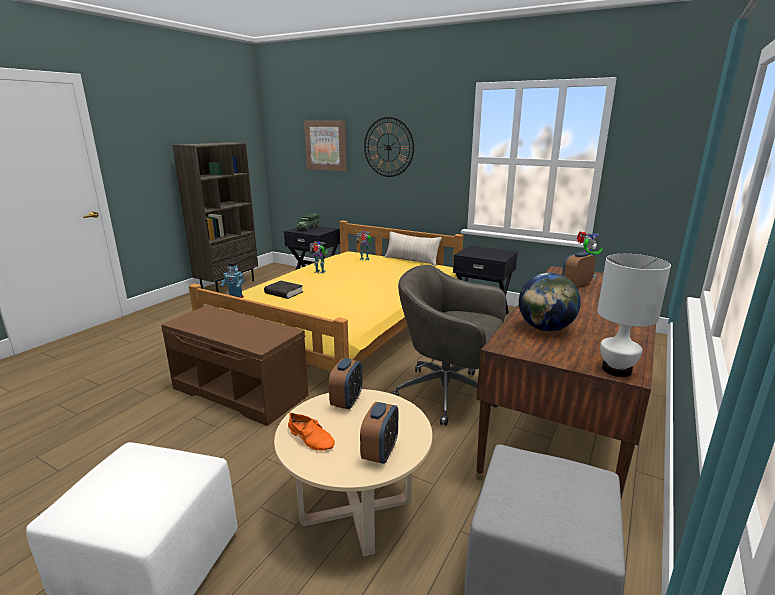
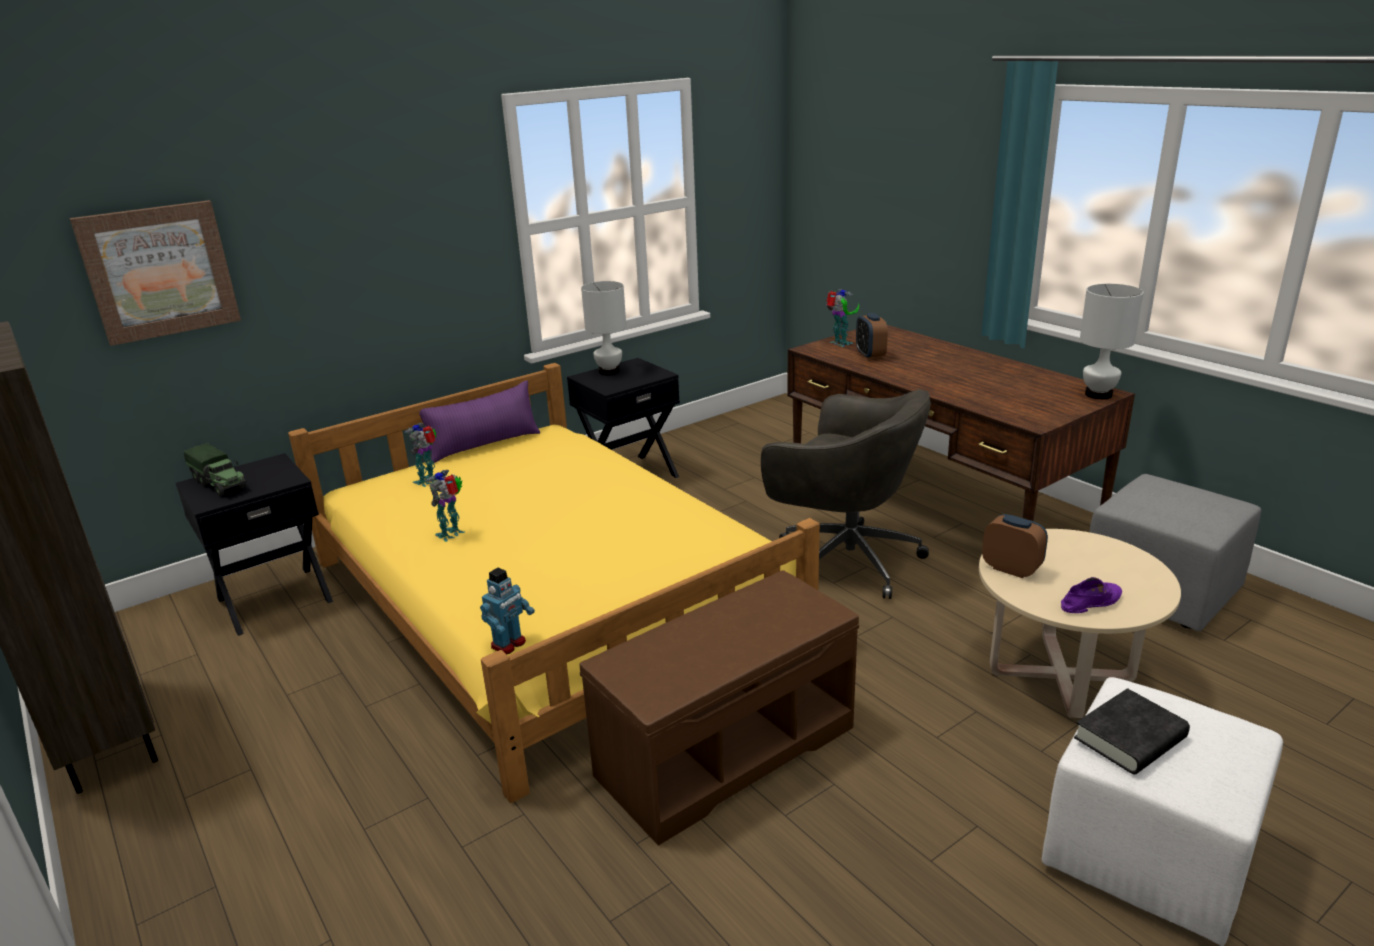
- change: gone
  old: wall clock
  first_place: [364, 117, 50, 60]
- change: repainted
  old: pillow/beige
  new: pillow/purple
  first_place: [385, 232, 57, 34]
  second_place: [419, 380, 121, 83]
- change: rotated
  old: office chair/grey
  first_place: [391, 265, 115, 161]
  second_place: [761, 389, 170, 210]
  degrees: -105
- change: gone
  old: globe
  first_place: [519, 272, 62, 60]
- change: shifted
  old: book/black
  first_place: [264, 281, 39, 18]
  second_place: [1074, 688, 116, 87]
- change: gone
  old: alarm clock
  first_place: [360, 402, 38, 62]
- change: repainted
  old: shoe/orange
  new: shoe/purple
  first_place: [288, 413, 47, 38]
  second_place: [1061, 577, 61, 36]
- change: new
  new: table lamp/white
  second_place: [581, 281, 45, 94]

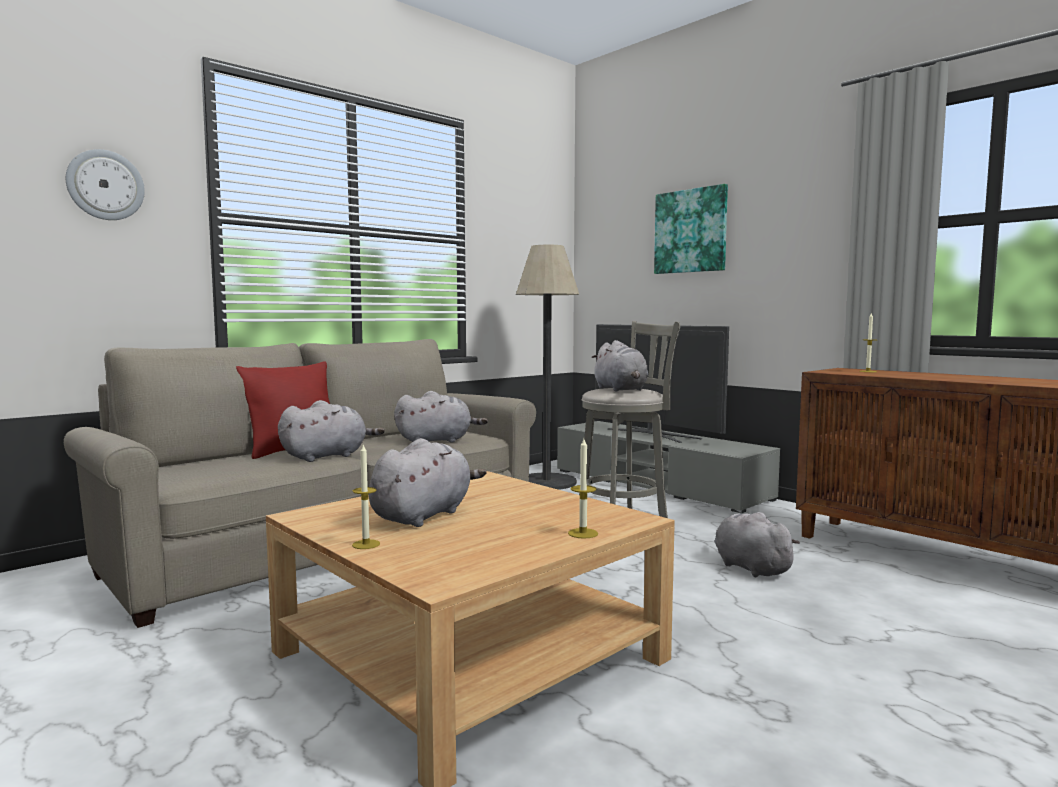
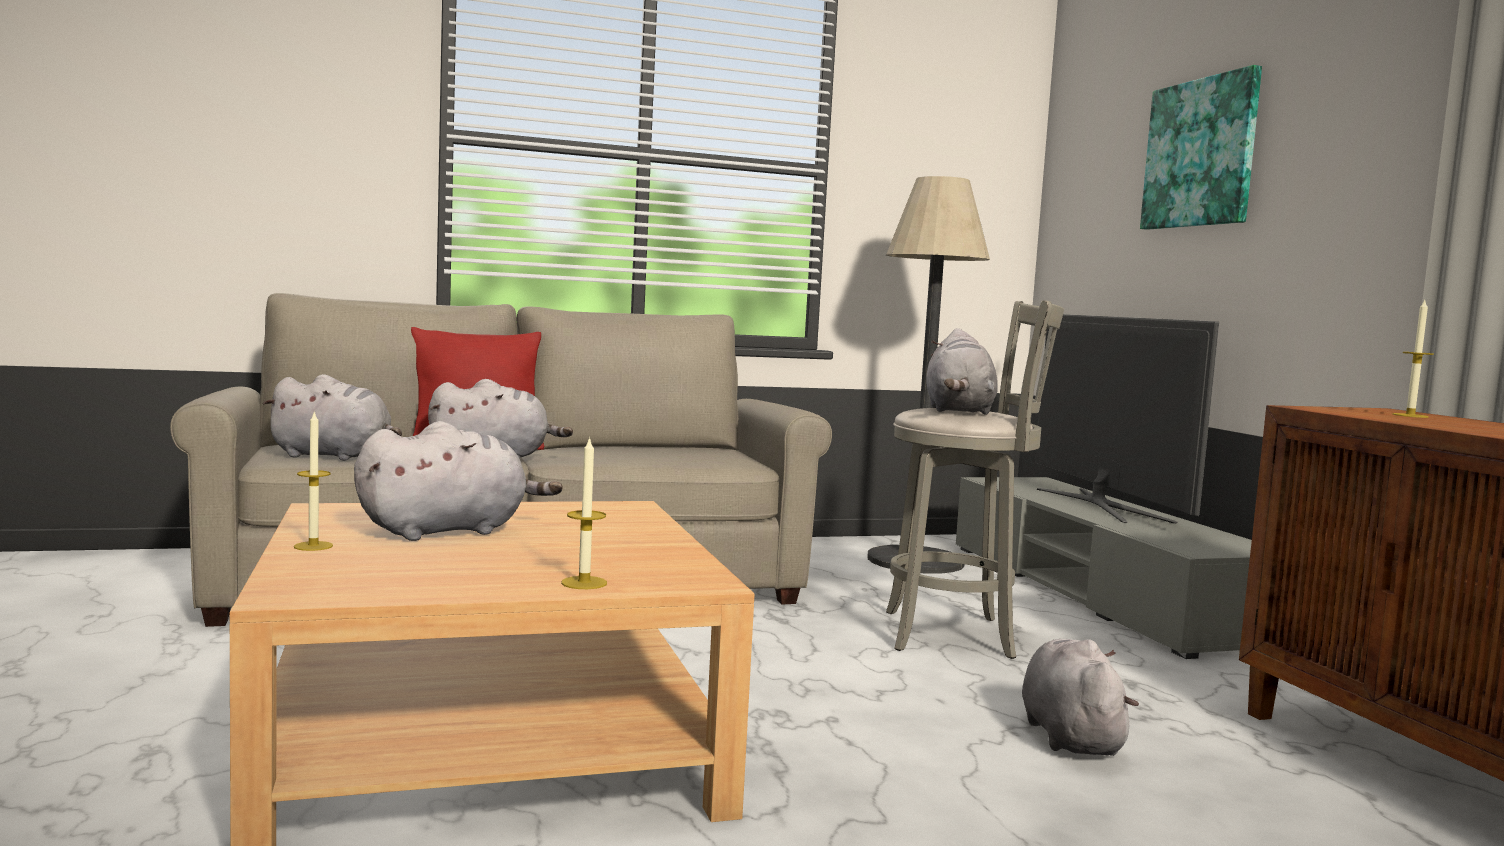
- change: gone
  old: wall clock
  first_place: [66, 149, 79, 71]
- change: shifted
  old: plush toy/grey
  first_place: [394, 391, 94, 51]
  second_place: [263, 374, 139, 87]

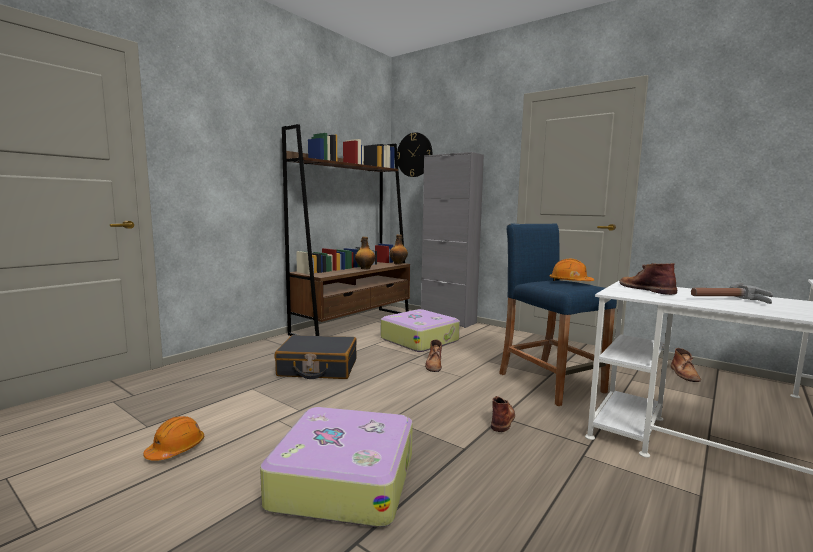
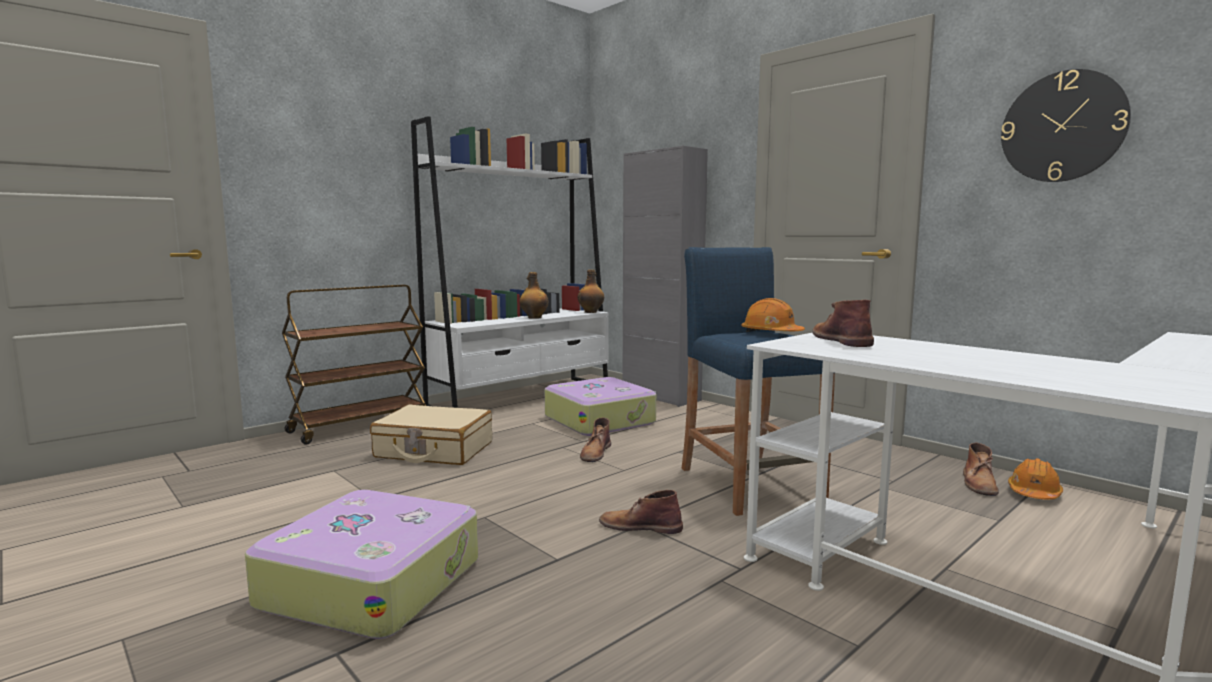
- change: repainted
  old: bookcase/brown
  new: bookcase/white
  first_place: [282, 124, 128, 212]
  second_place: [411, 116, 198, 292]
- change: shifted
  old: wall clock
  first_place: [397, 132, 35, 45]
  second_place: [1001, 69, 130, 113]
- change: gone
  old: hammer
  first_place: [691, 282, 82, 22]
- change: repainted
  old: suitcase/black
  new: suitcase/beige
  first_place: [274, 335, 83, 44]
  second_place: [370, 404, 122, 61]
- change: rotated
  old: boot/brown
  first_place: [491, 396, 24, 36]
  second_place: [599, 490, 84, 44]
  degrees: -105
- change: shifted
  old: hard hat/orange
  first_place: [143, 416, 61, 45]
  second_place: [1008, 458, 55, 42]
- change: new
  new: cart/brown
  second_place: [282, 285, 144, 160]

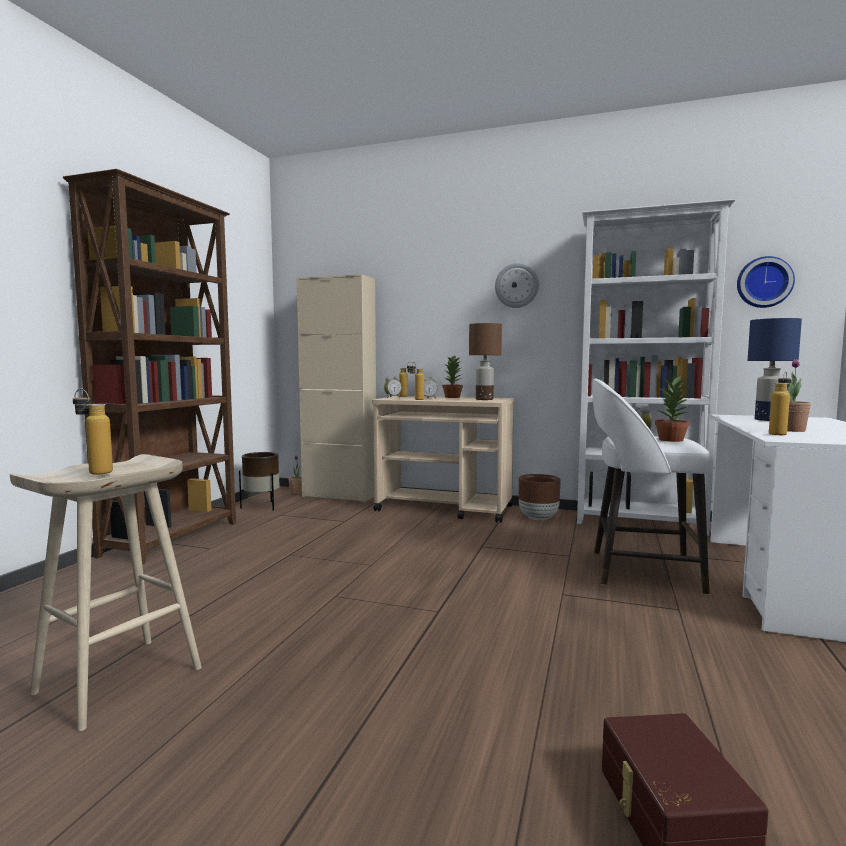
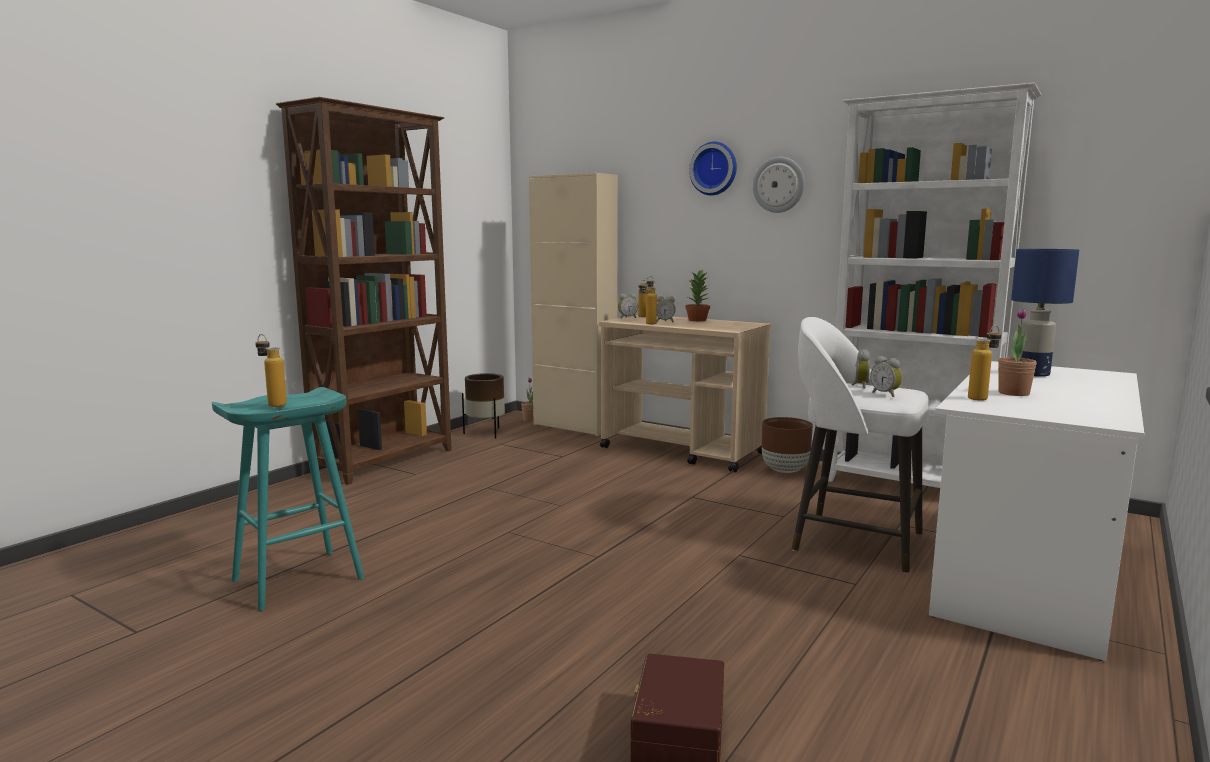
- change: shifted
  old: wall clock
  first_place: [737, 256, 58, 52]
  second_place: [689, 142, 48, 54]
- change: gone
  old: table lamp/brown
  first_place: [469, 323, 33, 77]
- change: swapped
  old: potted plant
  new: alarm clock
  first_place: [655, 376, 35, 66]
  second_place: [870, 356, 32, 41]
- change: repainted
  old: stool/beige
  new: stool/turquoise
  first_place: [10, 454, 192, 277]
  second_place: [212, 387, 152, 224]

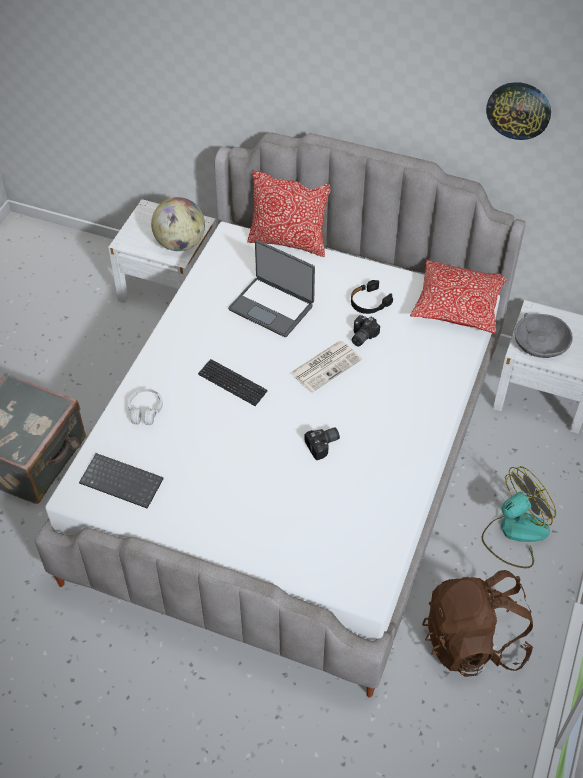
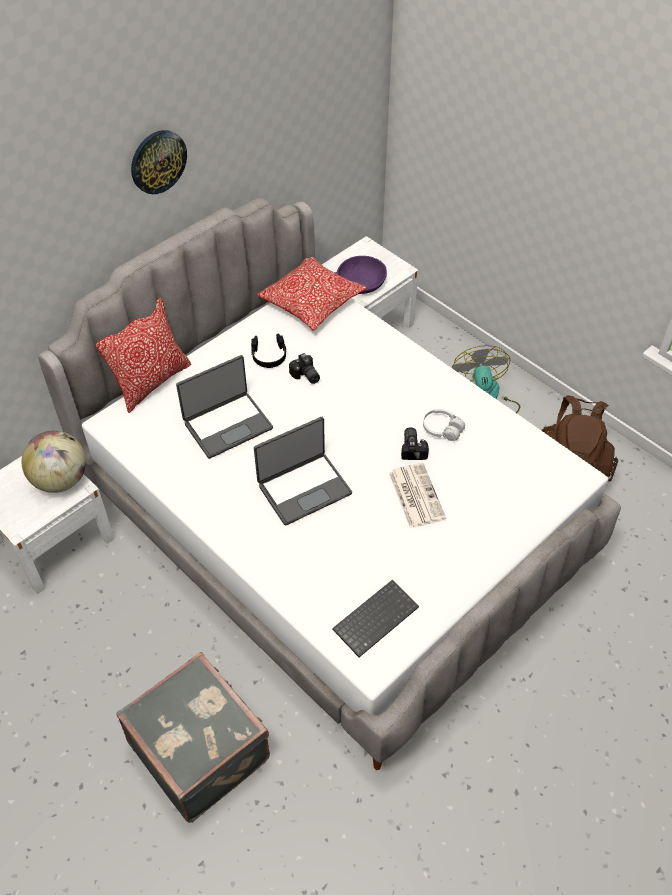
- change: shifted
  old: wall clock
  first_place: [486, 82, 65, 58]
  second_place: [131, 130, 56, 64]
- change: repainted
  old: bowl/grey
  new: bowl/purple
  first_place: [514, 313, 59, 45]
  second_place: [334, 256, 53, 38]
- change: shifted
  old: newspaper
  first_place: [290, 341, 72, 52]
  second_place: [389, 463, 57, 65]
- change: swapped
  old: keyboard
  new: laptop
  first_place: [198, 359, 70, 47]
  second_place: [254, 417, 98, 108]
- change: shifted
  old: headphones/white
  first_place: [128, 389, 35, 36]
  second_place: [423, 409, 42, 32]

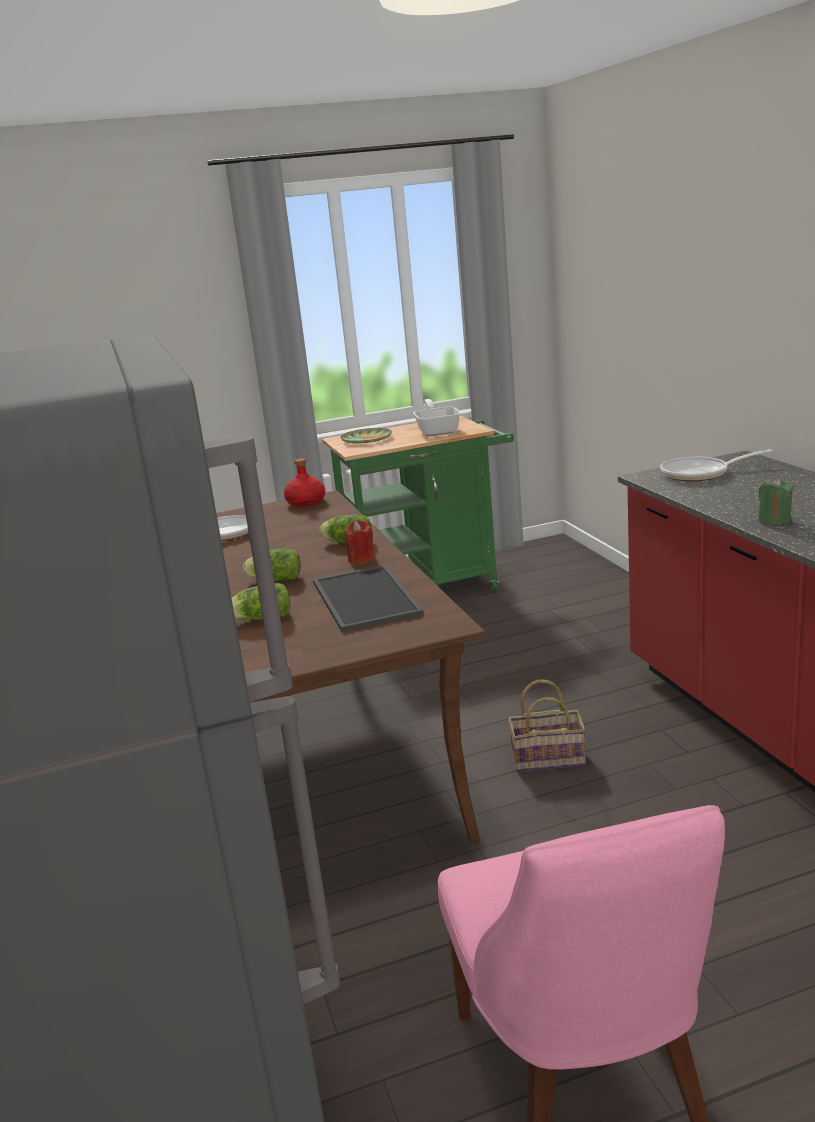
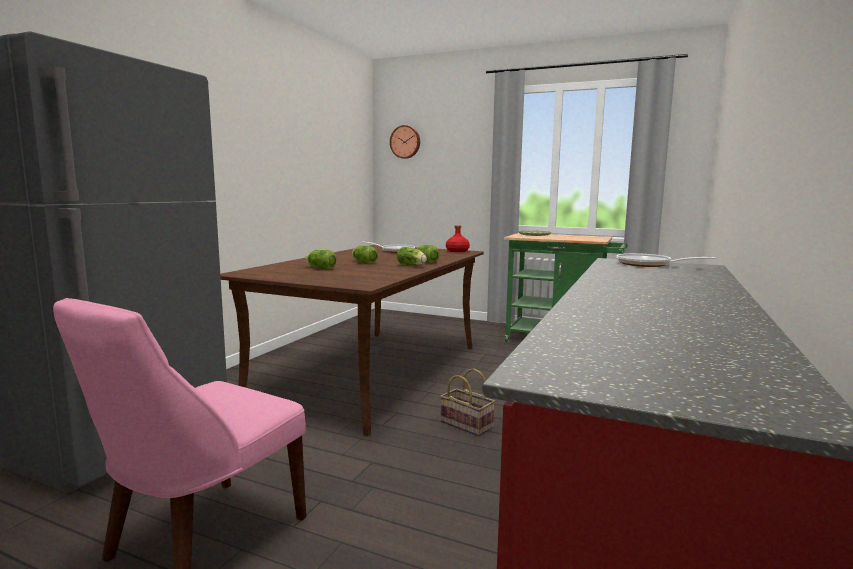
- change: gone
  old: frying pan
  first_place: [413, 399, 47, 37]
- change: gone
  old: candle/green
  first_place: [758, 478, 35, 48]
- change: swapped
  old: candle/red
  new: lettuce
  first_place: [344, 520, 31, 44]
  second_place: [397, 247, 30, 19]
- change: gone
  old: tray
  first_place: [313, 565, 110, 67]
- change: new
  new: wall clock
  second_place: [390, 125, 30, 34]

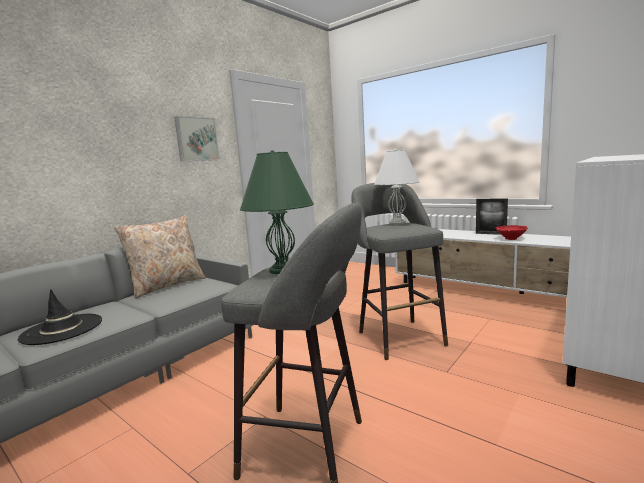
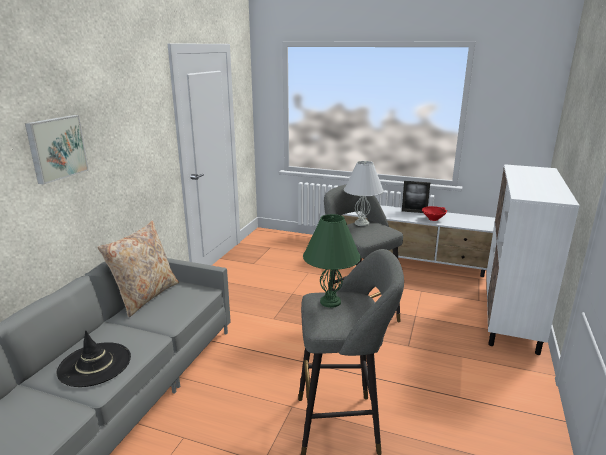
- change: shifted
  old: picture
  first_place: [174, 116, 45, 46]
  second_place: [25, 115, 63, 70]

